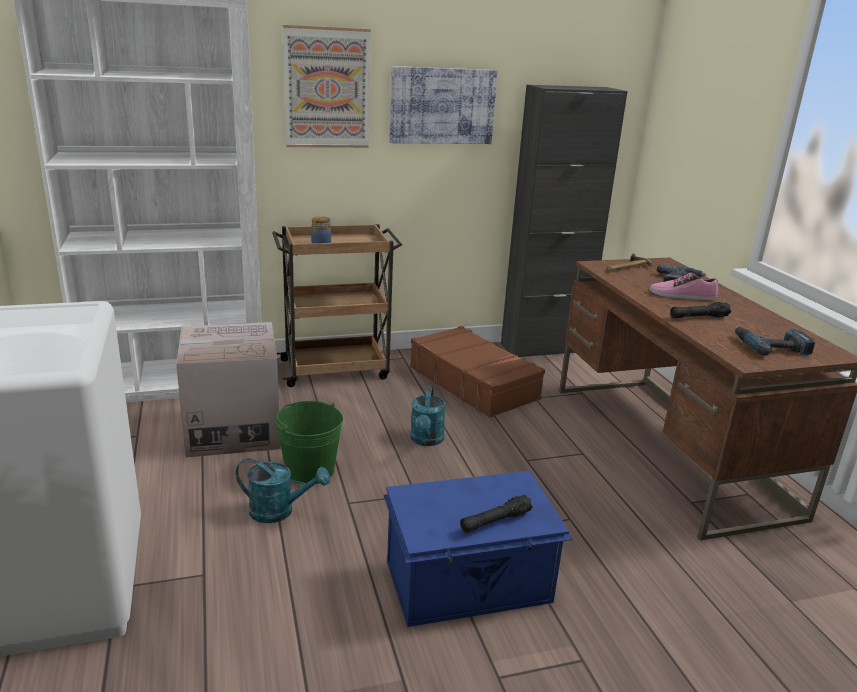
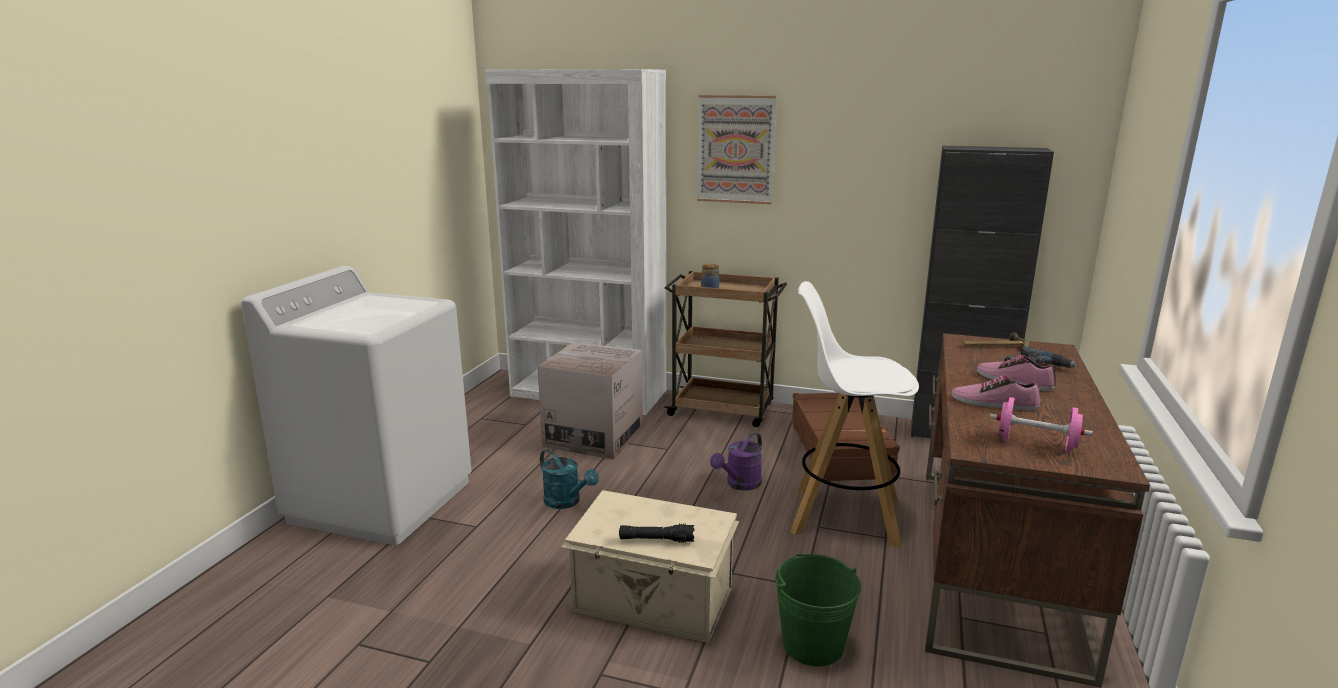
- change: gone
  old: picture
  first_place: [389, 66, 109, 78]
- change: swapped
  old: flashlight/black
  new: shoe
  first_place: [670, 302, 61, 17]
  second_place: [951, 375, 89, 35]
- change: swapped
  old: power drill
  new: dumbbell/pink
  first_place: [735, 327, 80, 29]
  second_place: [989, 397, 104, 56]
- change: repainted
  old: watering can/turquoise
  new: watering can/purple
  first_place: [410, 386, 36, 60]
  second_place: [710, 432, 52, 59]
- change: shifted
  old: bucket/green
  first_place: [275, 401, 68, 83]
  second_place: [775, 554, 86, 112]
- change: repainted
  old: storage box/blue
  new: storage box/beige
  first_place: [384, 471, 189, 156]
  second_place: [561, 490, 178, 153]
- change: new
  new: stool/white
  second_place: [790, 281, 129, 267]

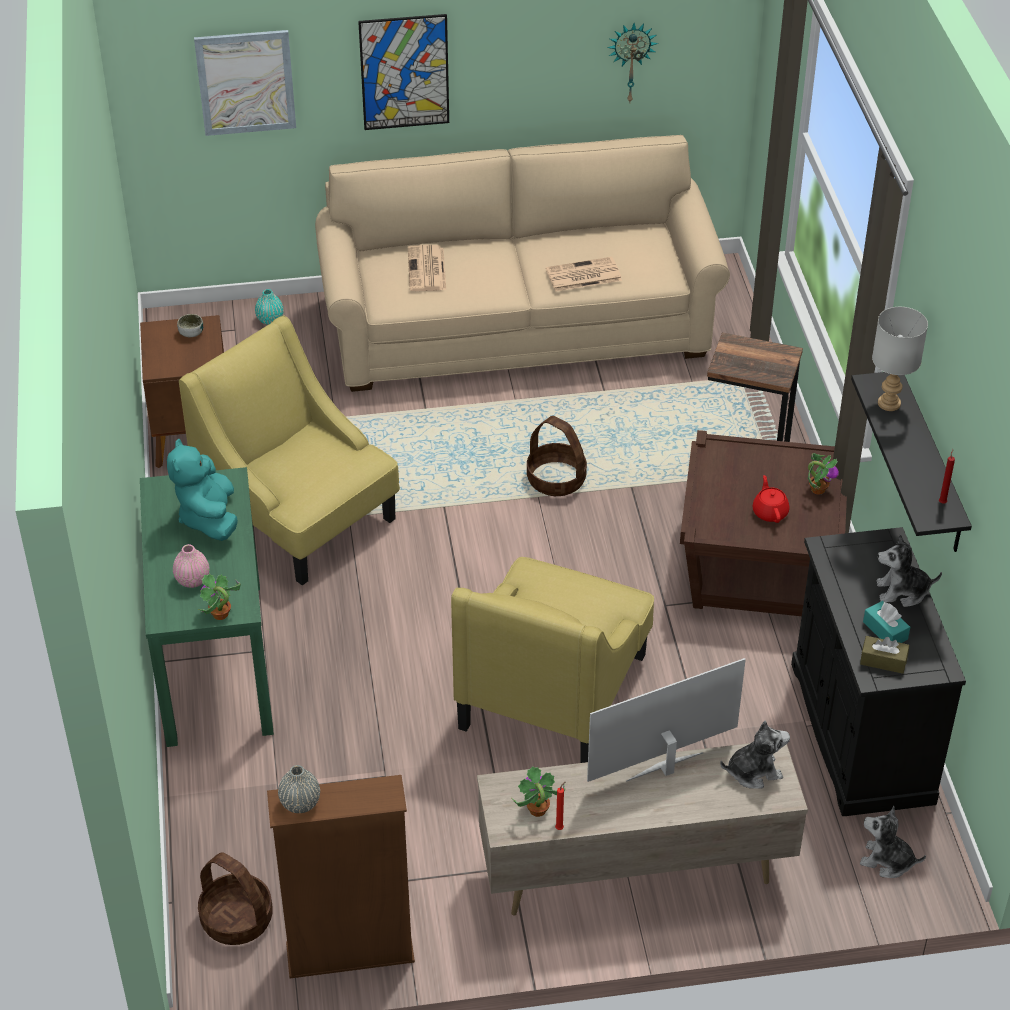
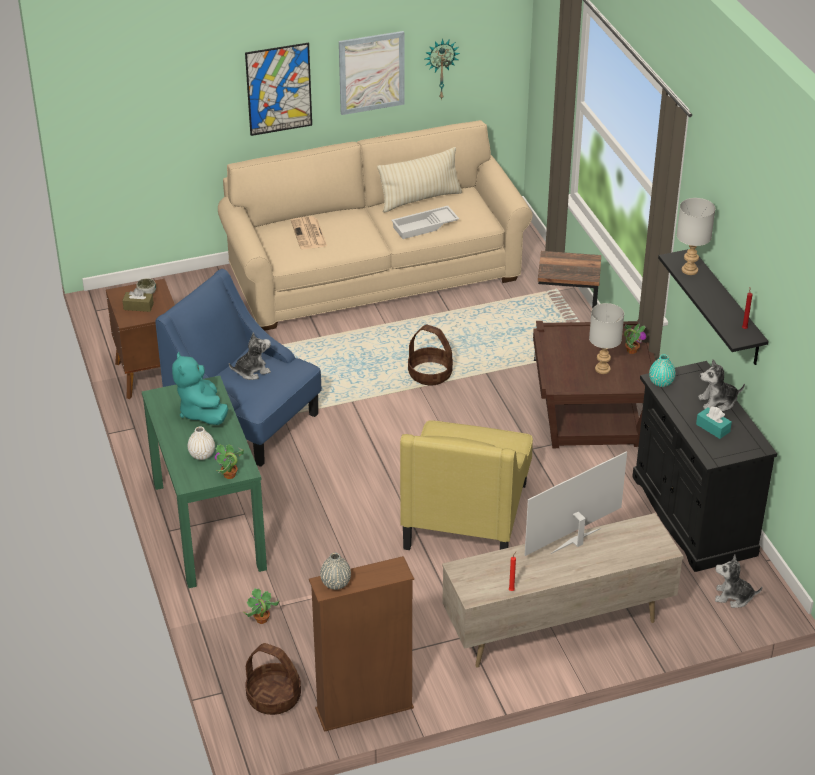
- change: shifted
  old: picture
  first_place: [194, 30, 102, 106]
  second_place: [339, 31, 65, 84]
- change: swapped
  old: newspaper
  new: tray/white
  first_place: [546, 257, 76, 35]
  second_place: [391, 206, 68, 33]
- change: shifted
  old: vase/turquoise
  first_place: [255, 289, 29, 36]
  second_place: [649, 354, 27, 33]
- change: repainted
  old: armchair/yellow
  new: armchair/blue
  first_place: [179, 316, 221, 269]
  second_place: [155, 269, 167, 198]
- change: swapped
  old: teapot/red
  new: table lamp/grey
  first_place: [753, 475, 37, 48]
  second_place: [589, 303, 35, 71]
- change: repainted
  old: vase/pink
  new: vase/white
  first_place: [173, 544, 36, 44]
  second_place: [187, 426, 28, 34]
- change: shifted
  old: tissue box/brown
  first_place: [860, 636, 49, 38]
  second_place: [122, 288, 32, 24]
- change: shifted
  old: plush toy
  first_place: [720, 720, 70, 69]
  second_place: [229, 332, 42, 48]
- change: shifted
  old: potted plant
  first_place: [511, 766, 54, 51]
  second_place: [242, 588, 37, 36]
- change: new
  new: pillow/beige
  second_place: [377, 147, 85, 66]

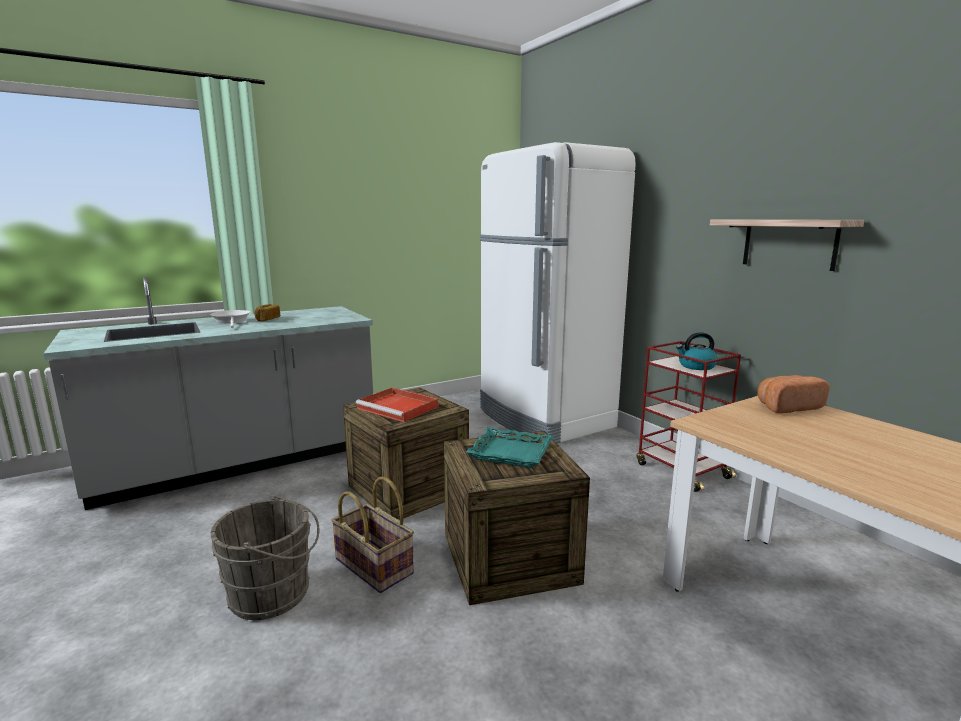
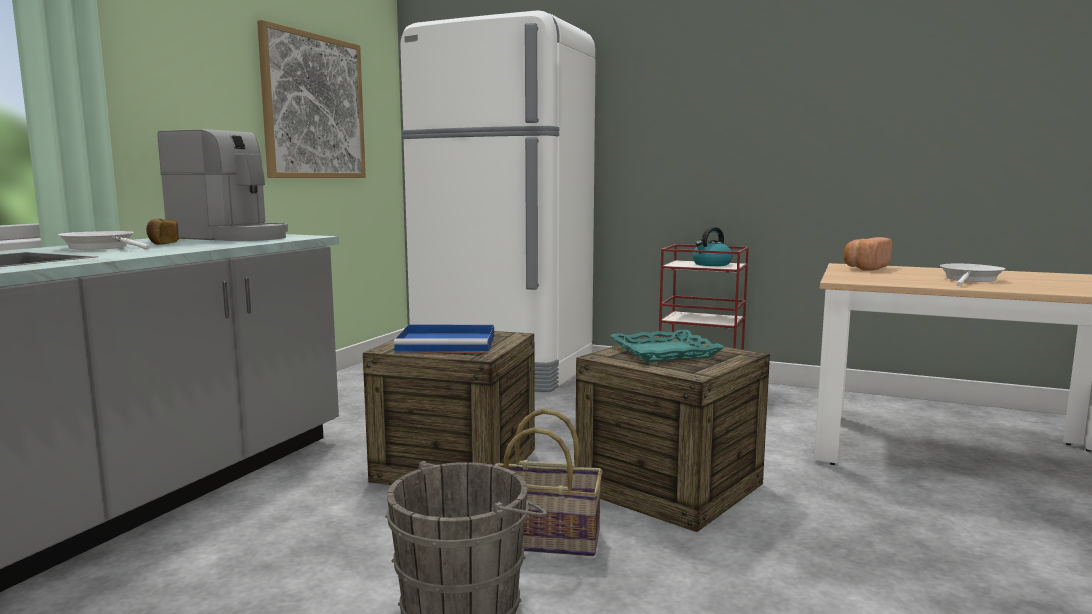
- change: gone
  old: shelf
  first_place: [710, 219, 155, 52]
- change: repainted
  old: tray/red
  new: tray/blue
  first_place: [356, 387, 82, 35]
  second_place: [394, 325, 100, 28]
- change: new
  new: picture
  second_place: [257, 20, 109, 158]
- change: new
  new: coffee machine
  second_place: [158, 129, 130, 112]
- change: new
  new: frying pan/white
  second_place: [940, 264, 65, 22]

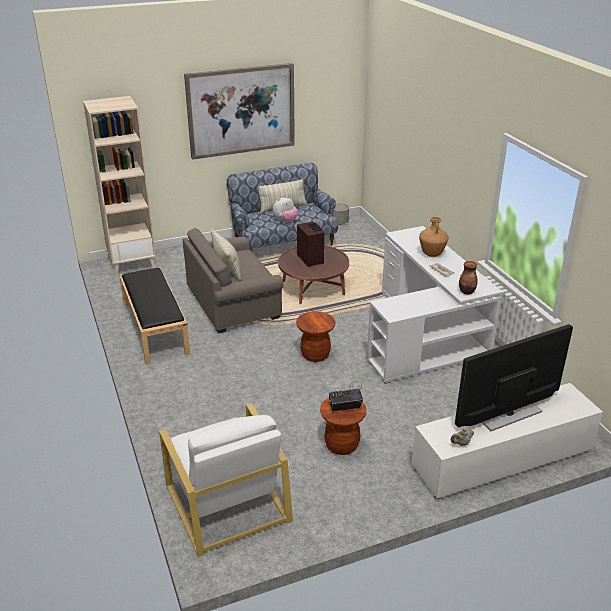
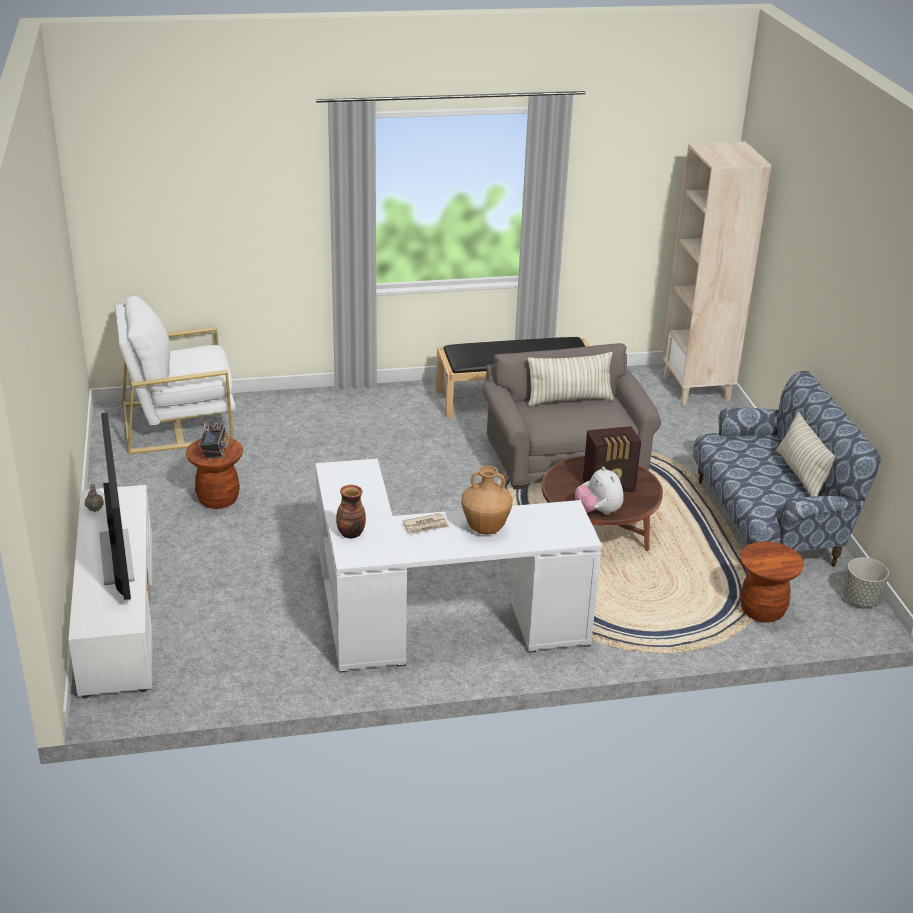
- change: gone
  old: picture
  first_place: [184, 63, 111, 96]
- change: shifted
  old: plush toy
  first_place: [273, 196, 25, 26]
  second_place: [575, 467, 49, 48]
- change: shifted
  old: stool/brown
  first_place: [296, 311, 40, 51]
  second_place: [740, 541, 64, 82]

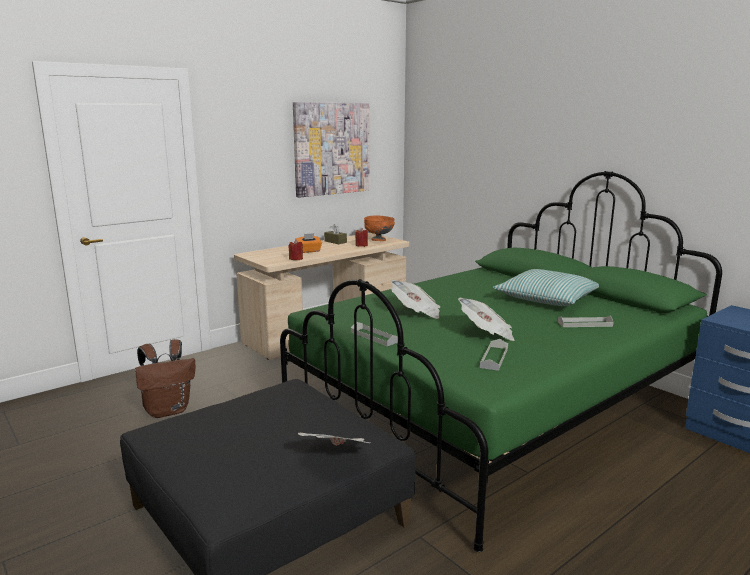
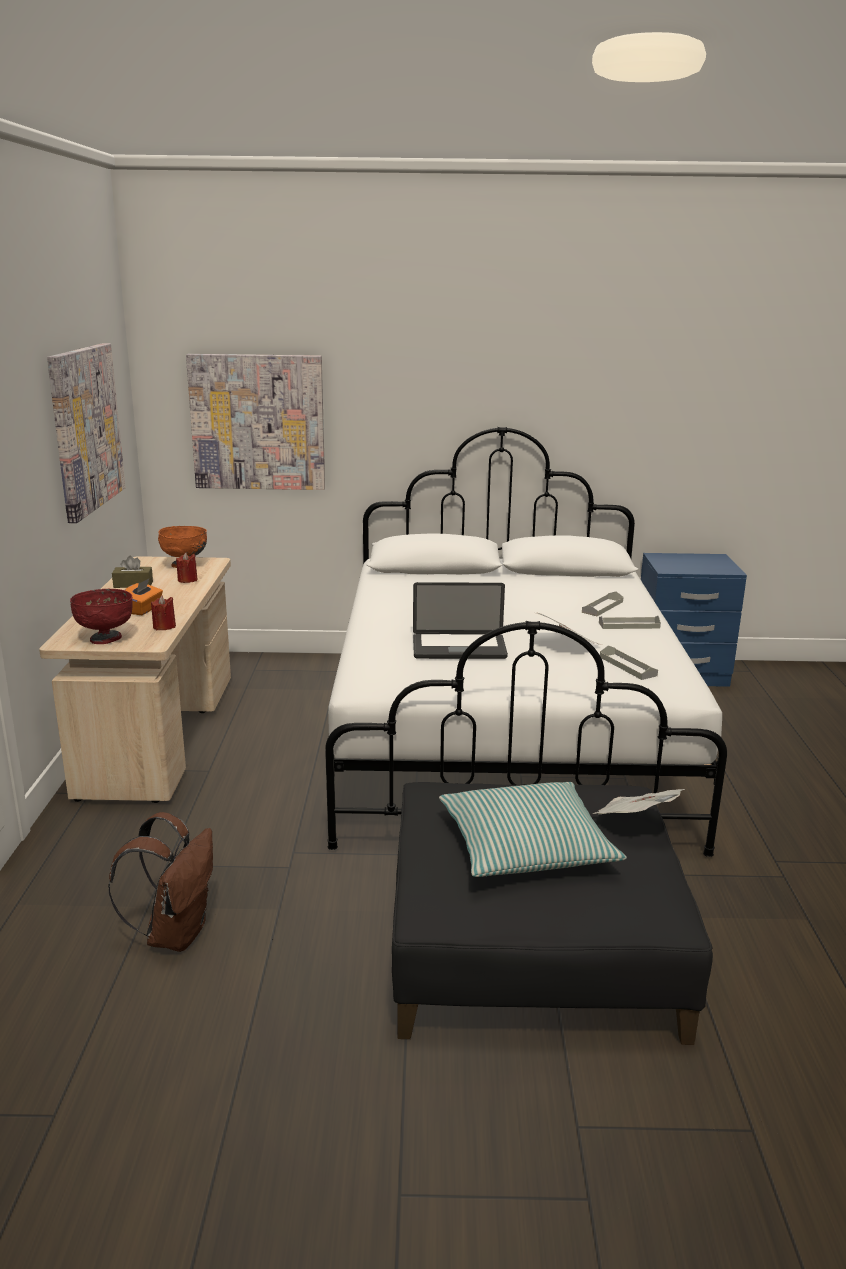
- change: repainted
  old: bed/green
  new: bed/white
  first_place: [280, 171, 442, 381]
  second_place: [325, 427, 402, 430]
- change: shifted
  old: pillow
  first_place: [493, 269, 106, 37]
  second_place: [439, 782, 188, 95]
- change: swapped
  old: newspaper
  new: laptop
  first_place: [391, 280, 49, 39]
  second_place: [413, 582, 95, 77]
- change: shifted
  old: tray/grey
  first_place: [351, 322, 47, 24]
  second_place: [599, 616, 62, 13]
- change: new
  new: picture
  second_place: [186, 354, 139, 136]
- change: new
  new: bowl/red
  second_place: [70, 589, 63, 55]

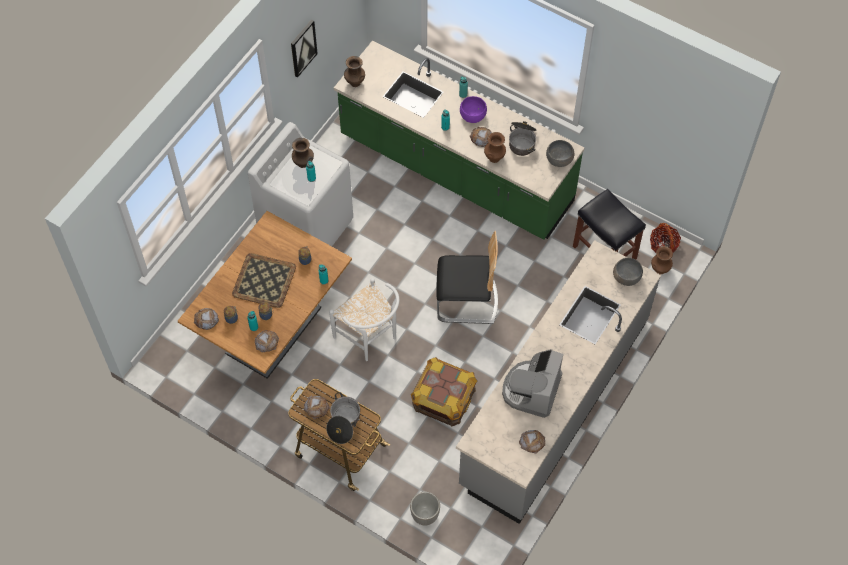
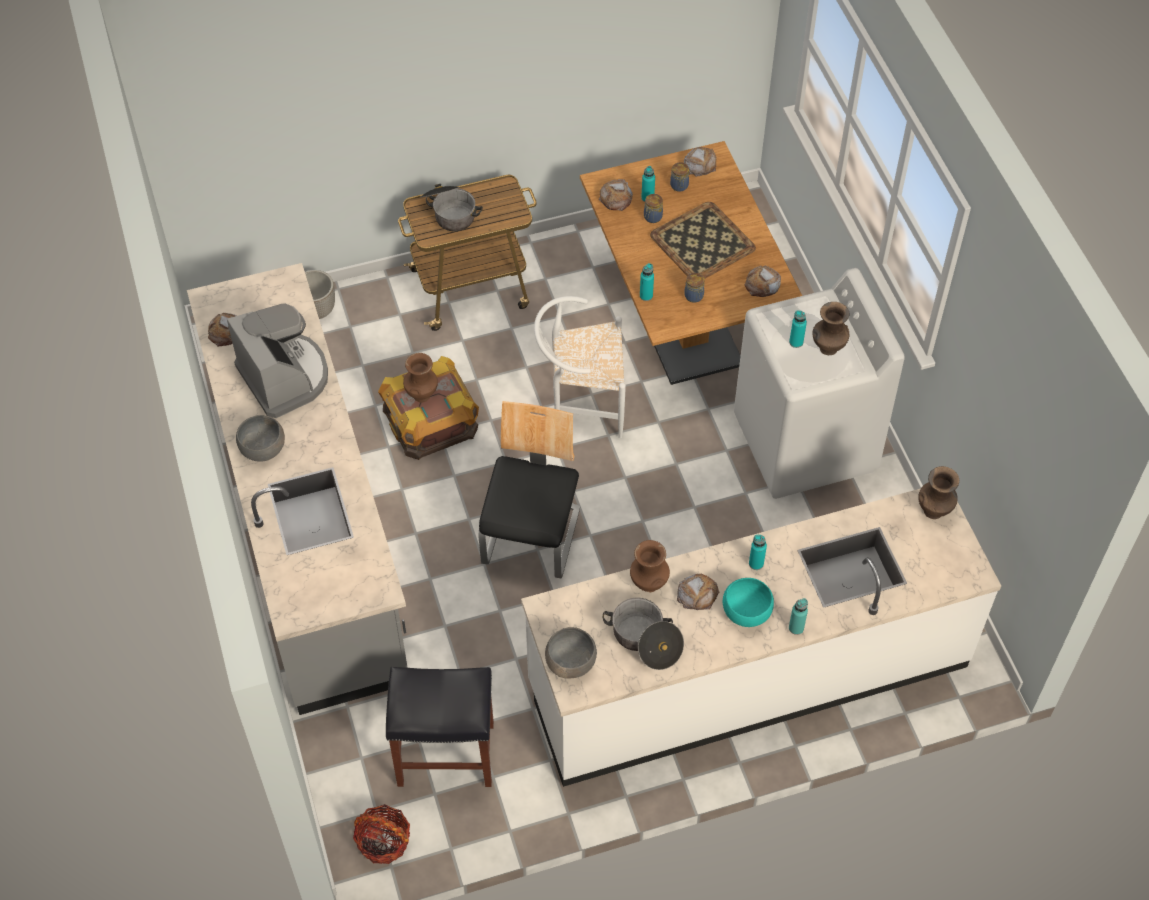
- change: gone
  old: picture
  first_place: [291, 19, 27, 58]
- change: repainted
  old: counter/green
  new: counter/white
  first_place: [334, 40, 251, 200]
  second_place: [521, 488, 480, 299]
- change: repainted
  old: bowl/purple
  new: bowl/turquoise
  first_place: [460, 96, 27, 27]
  second_place: [723, 578, 51, 49]
- change: rotated
  old: chair
  first_place: [436, 231, 62, 93]
  second_place: [479, 401, 101, 177]
  degrees: 150
- change: shifted
  old: vase/brown
  first_place: [651, 246, 22, 28]
  second_place: [403, 353, 35, 50]
- change: shifted
  old: bowl/grey
  first_place: [613, 258, 30, 28]
  second_place: [236, 415, 49, 47]
- change: shifted
  old: bread
  first_place: [304, 396, 26, 23]
  second_place: [744, 266, 37, 31]

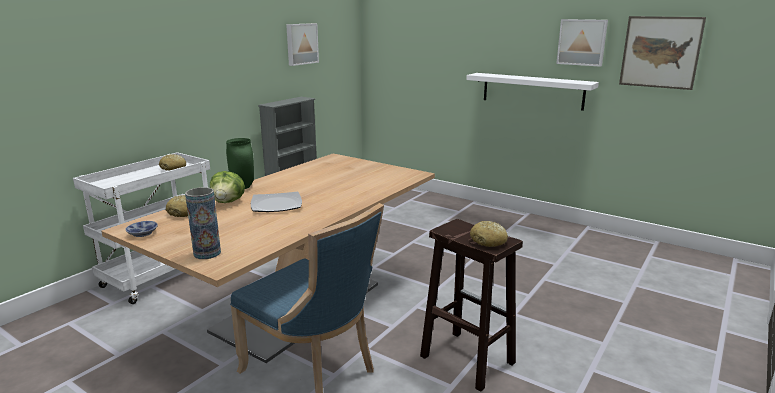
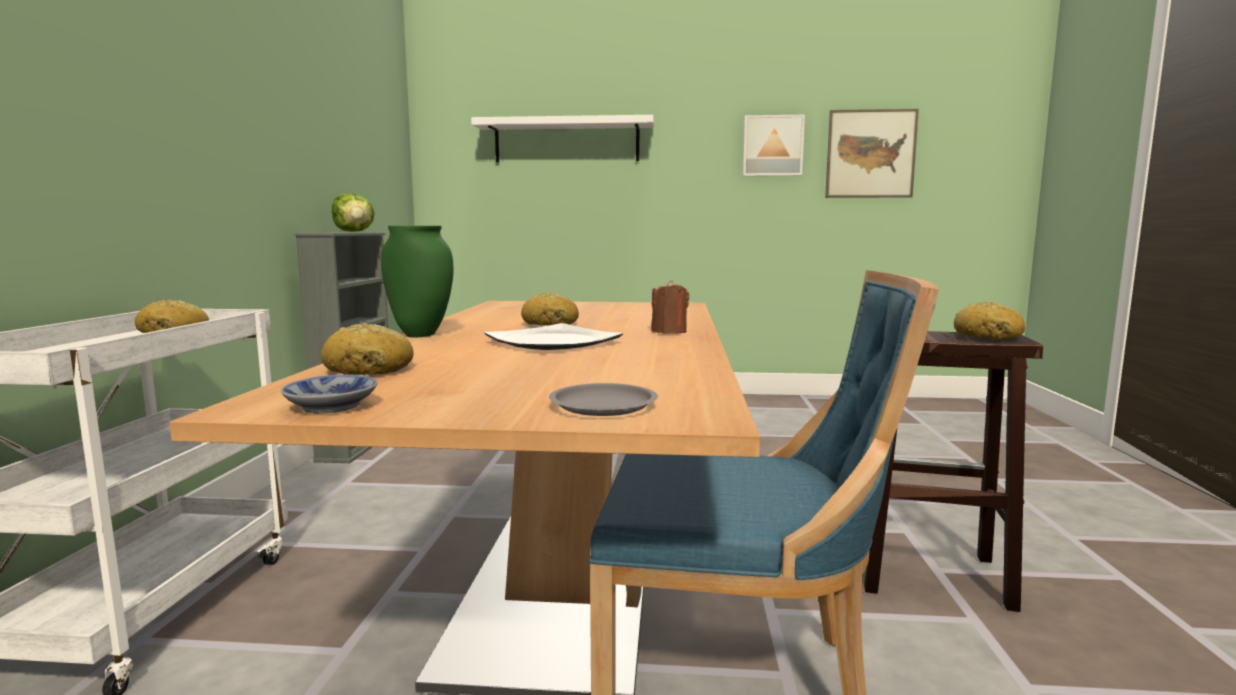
- change: gone
  old: picture
  first_place: [286, 23, 33, 43]
- change: shifted
  old: shelf/white
  first_place: [466, 73, 133, 38]
  second_place: [471, 115, 183, 47]
- change: shifted
  old: lettuce
  first_place: [210, 171, 35, 32]
  second_place: [332, 193, 43, 39]
- change: swapped
  old: vase
  new: plate/grey
  first_place: [185, 187, 36, 72]
  second_place: [549, 383, 109, 33]
- change: new
  new: candle/brown
  second_place: [651, 280, 38, 54]
- change: new
  new: bread
  second_place: [521, 292, 58, 34]

